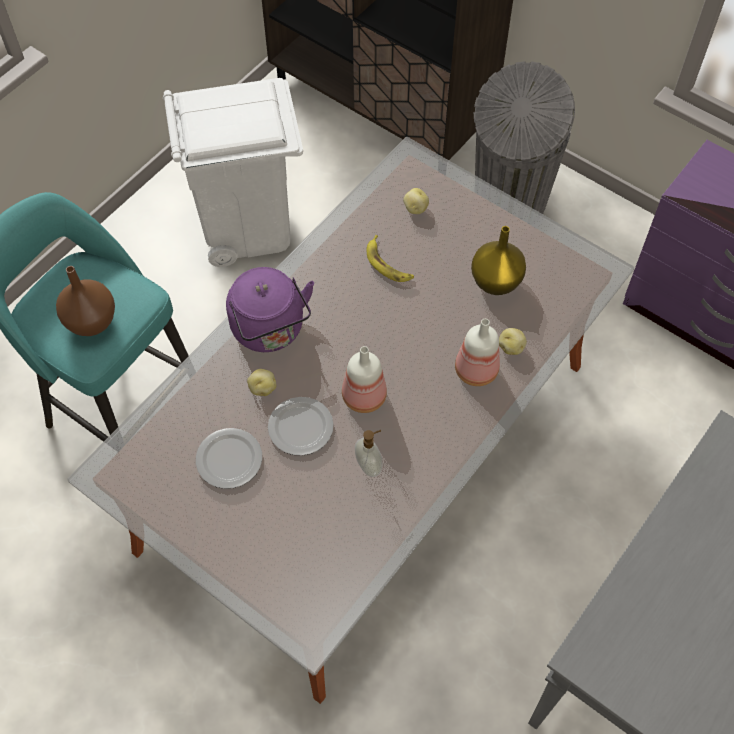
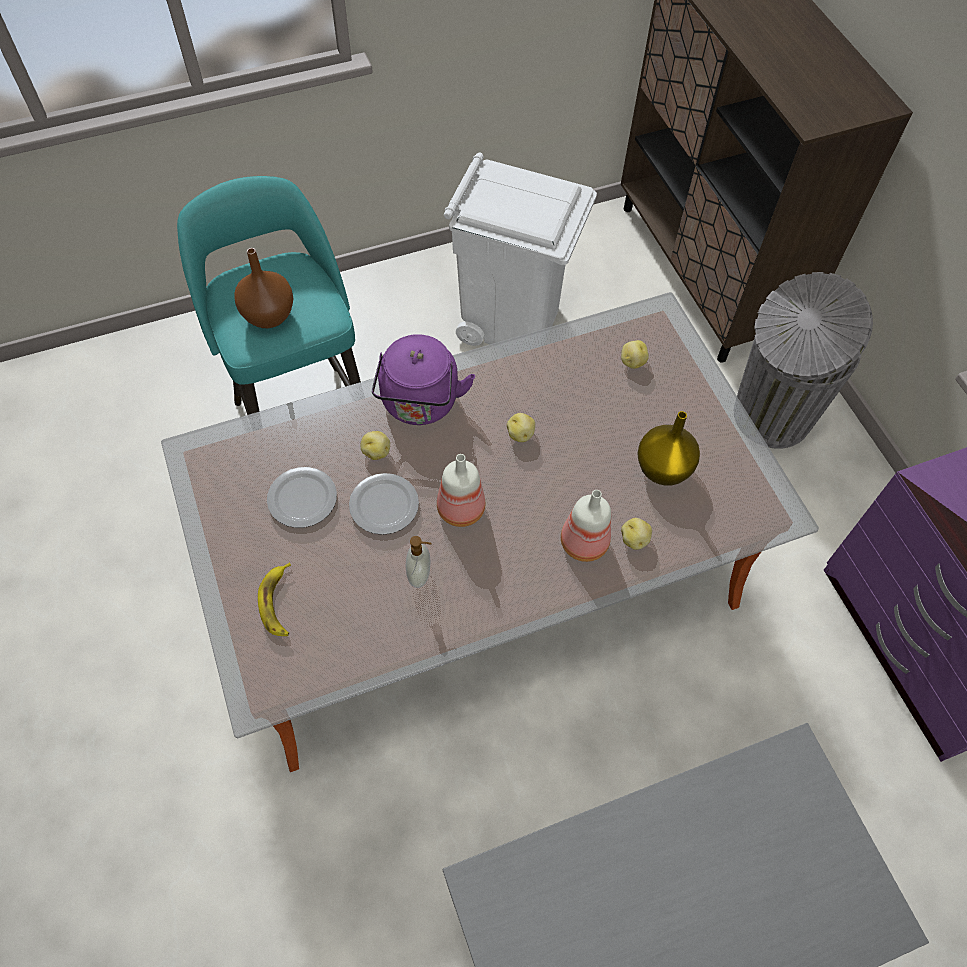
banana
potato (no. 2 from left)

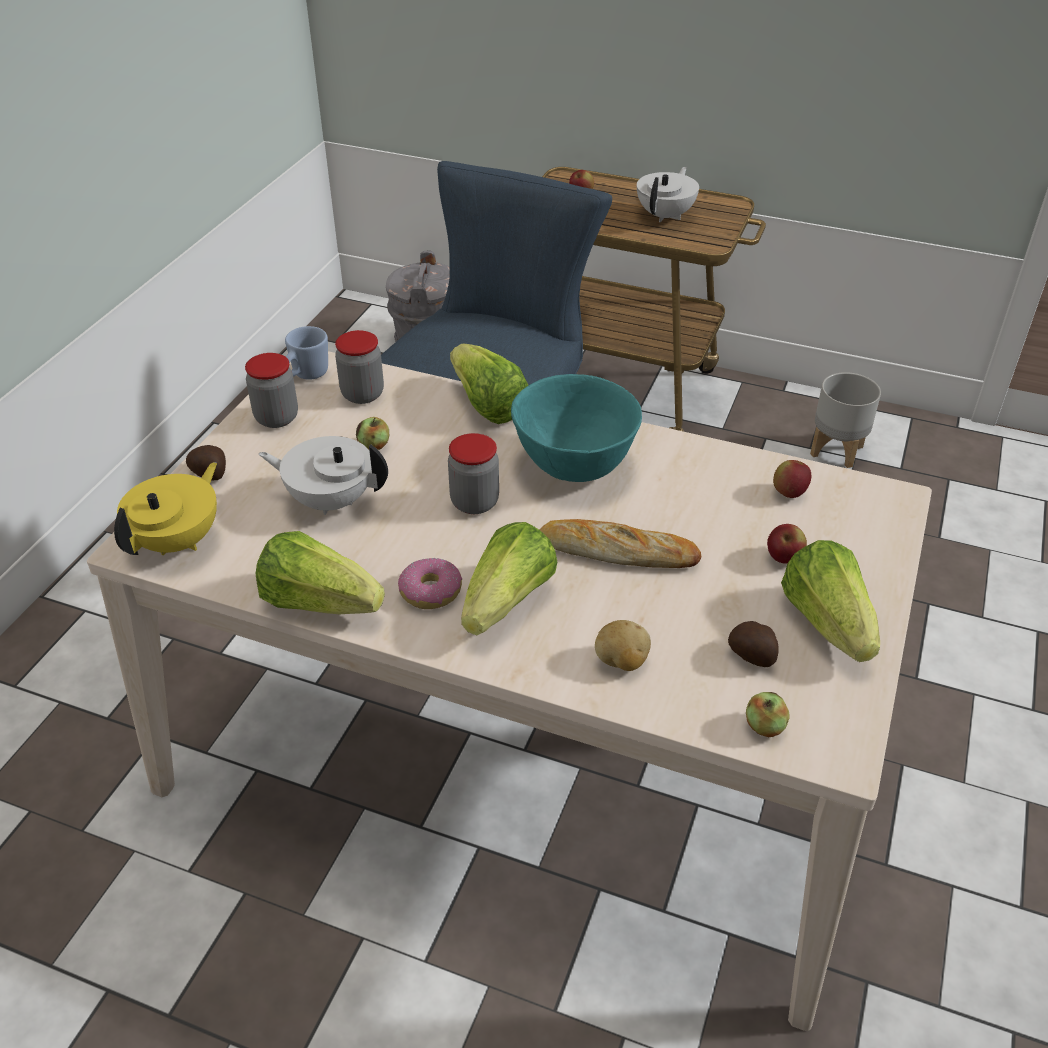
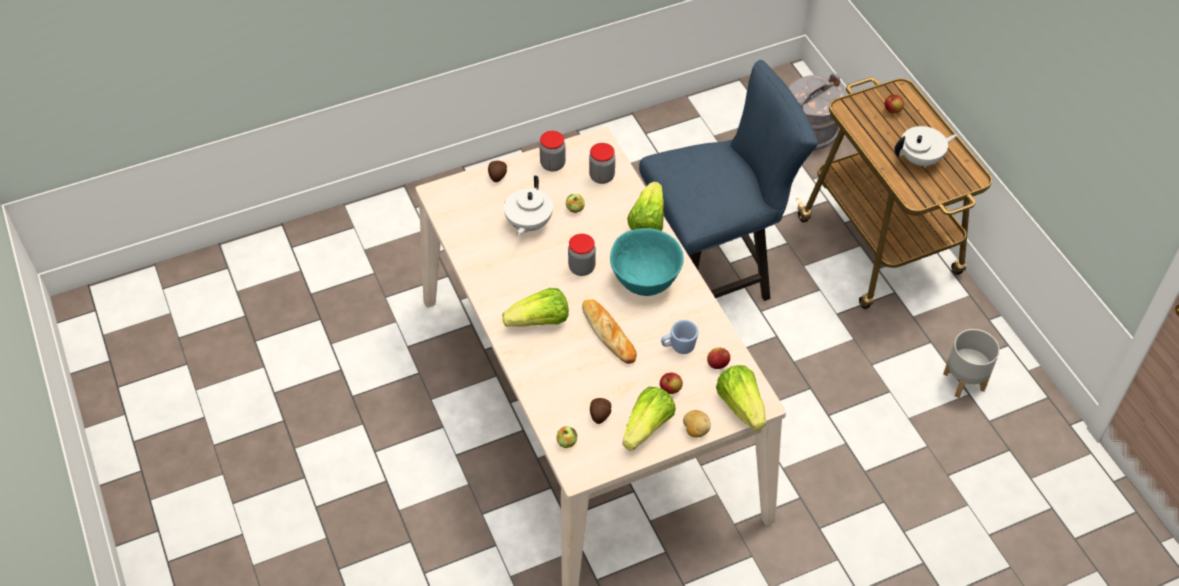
blue_mug
white_teapot (no. 1 from left)
yellow_teapot
lettuce (no. 4 from left)
donut
potato (no. 3 from left)

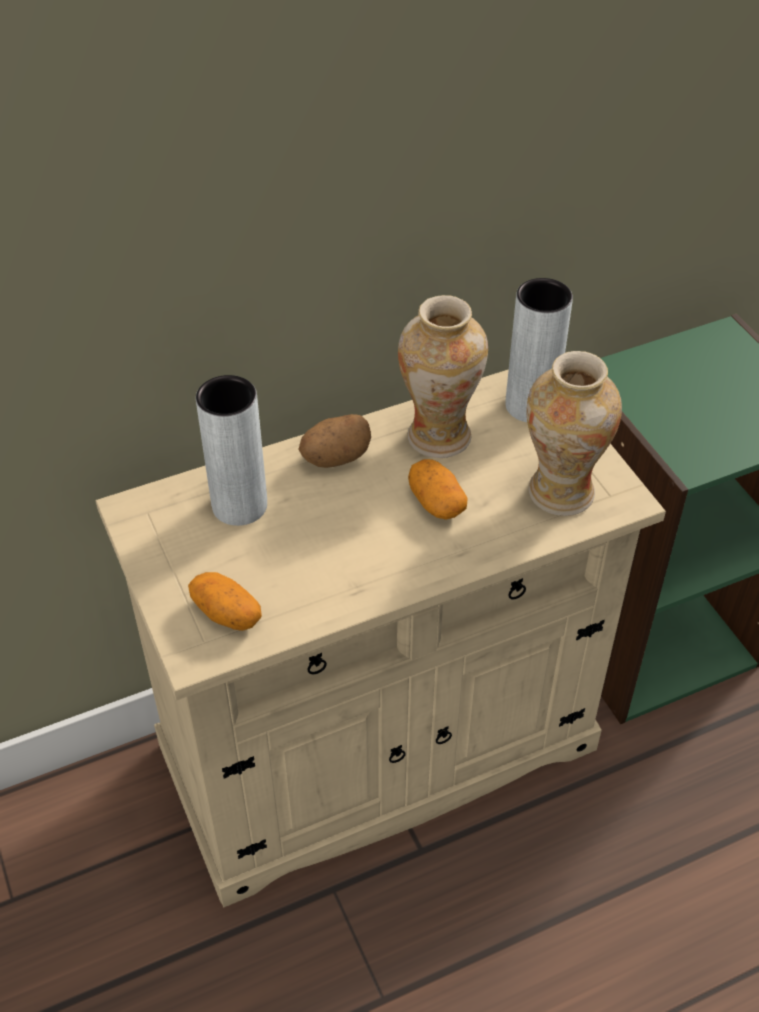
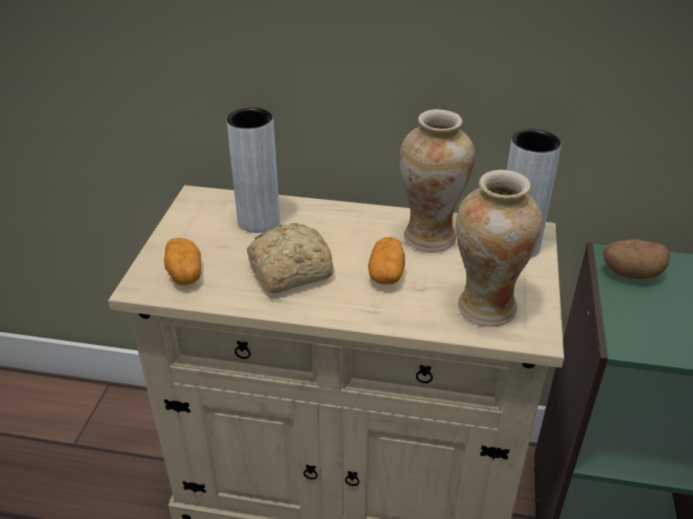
potato (no. 3 from left)
bread

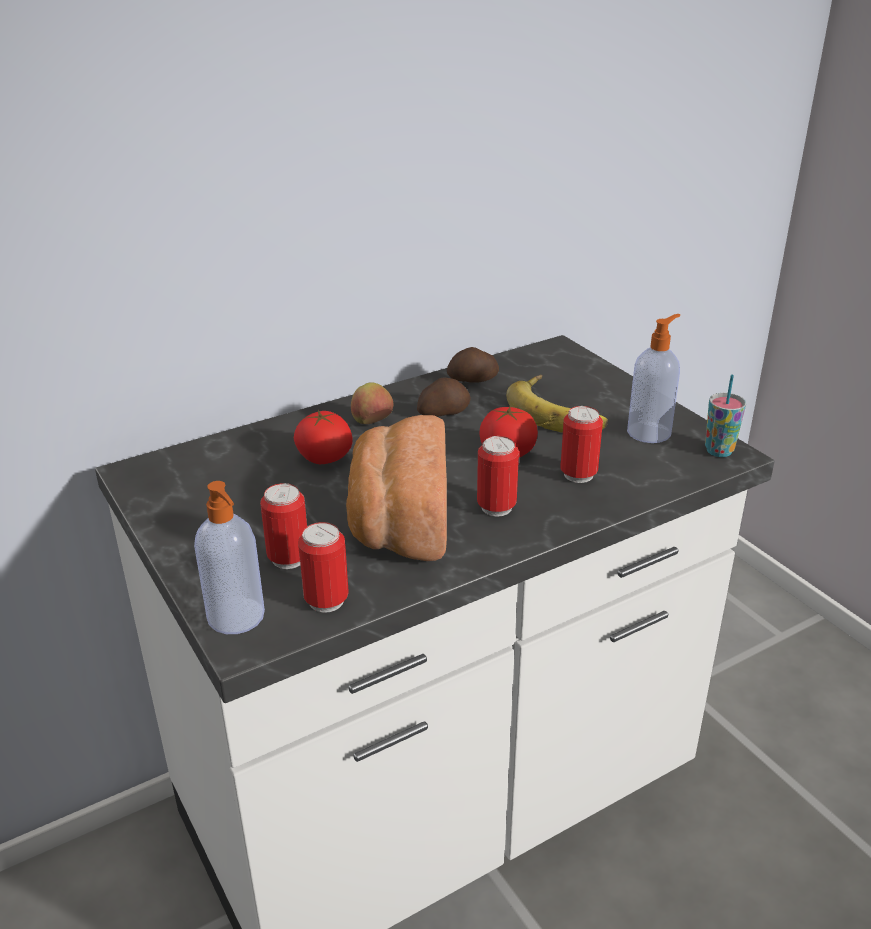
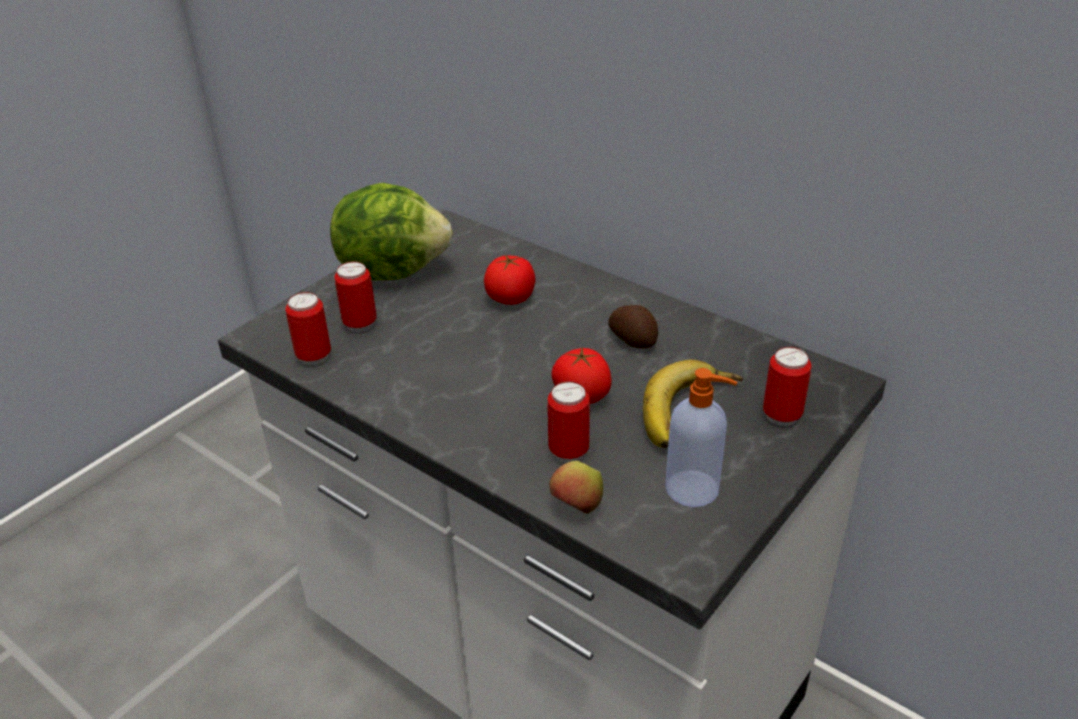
potato (no. 2 from left in the first image)
cup
apple
bread
can (no. 4 from left)
soap_dispenser (no. 1 from left in the first image)
lettuce

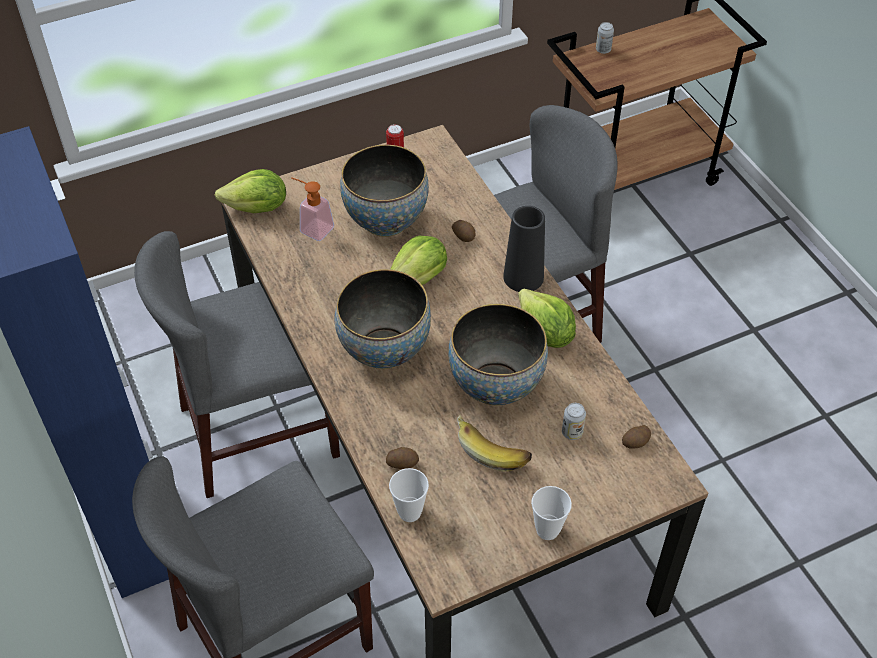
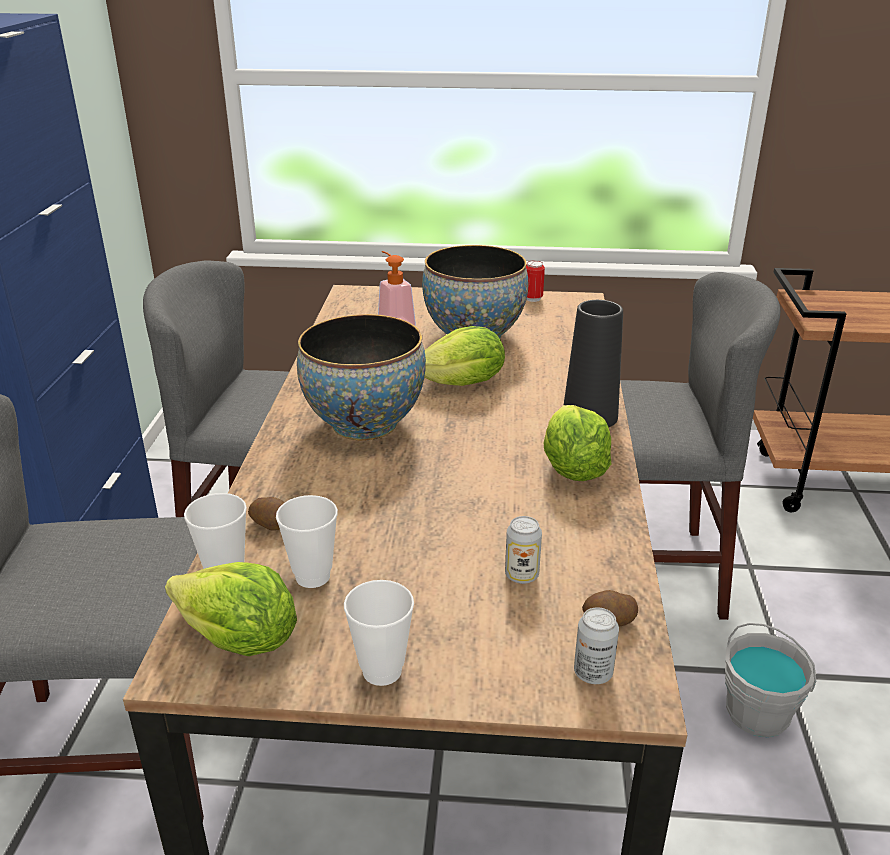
can (no. 3 from left)
lettuce (no. 1 from left)
potato (no. 2 from left in the first image)
bowl (no. 3 from left in the first image)
banana
cup (no. 2 from left)
grey_bucket

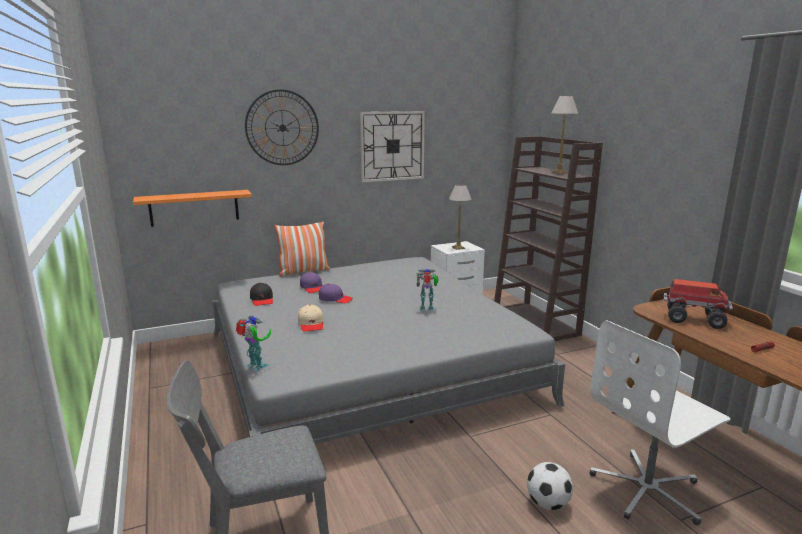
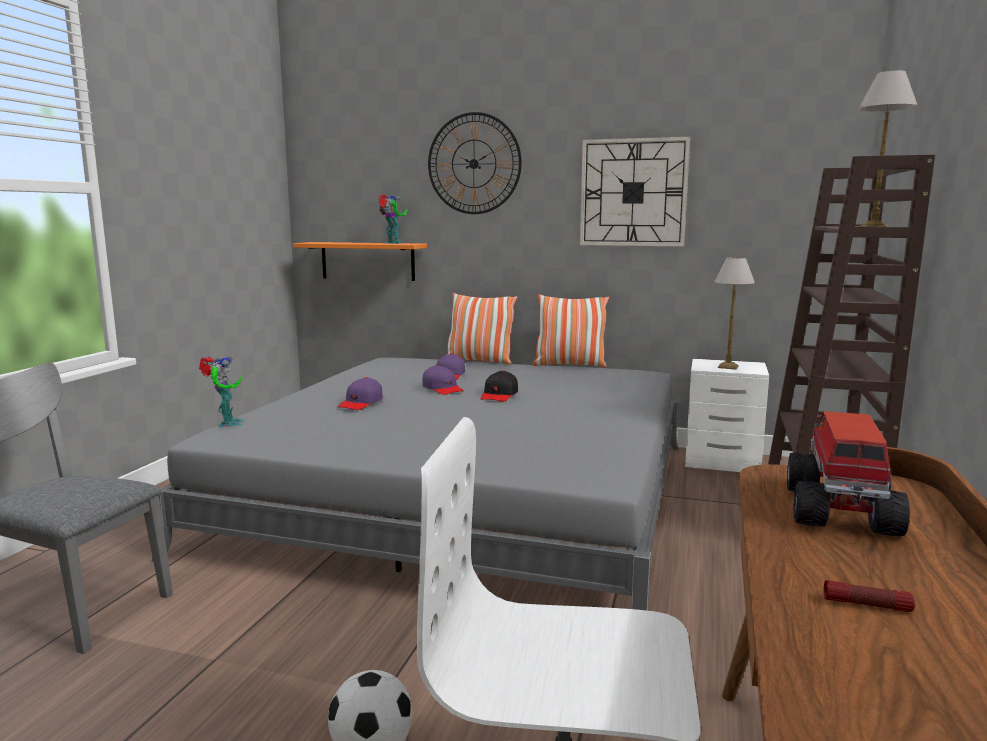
toy_robot (no. 2 from left)
toy_truck
black_cap
purple_cap (no. 1 from left)
pillow (no. 2 from left)

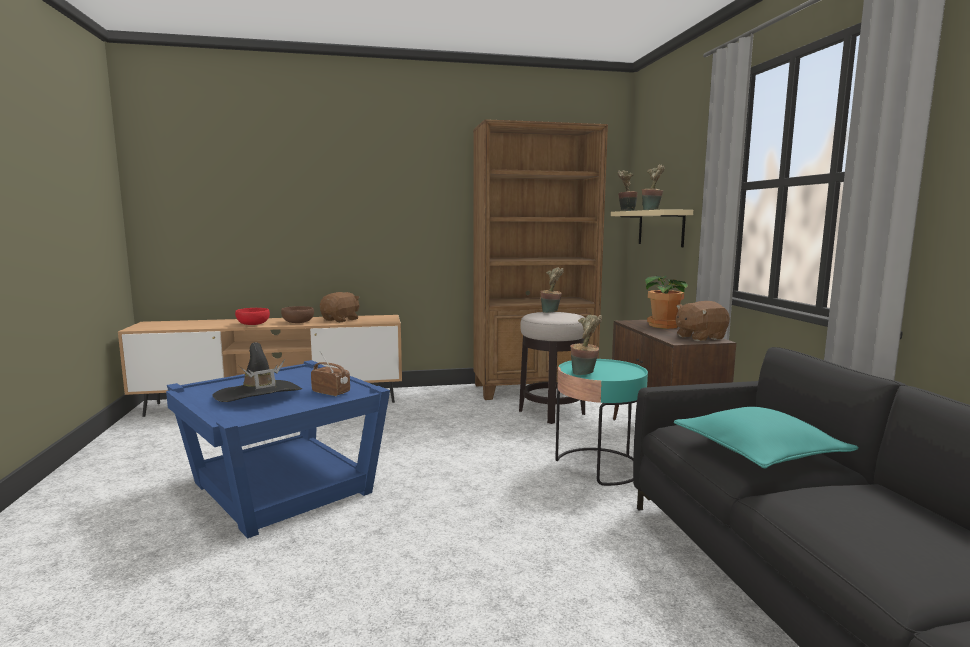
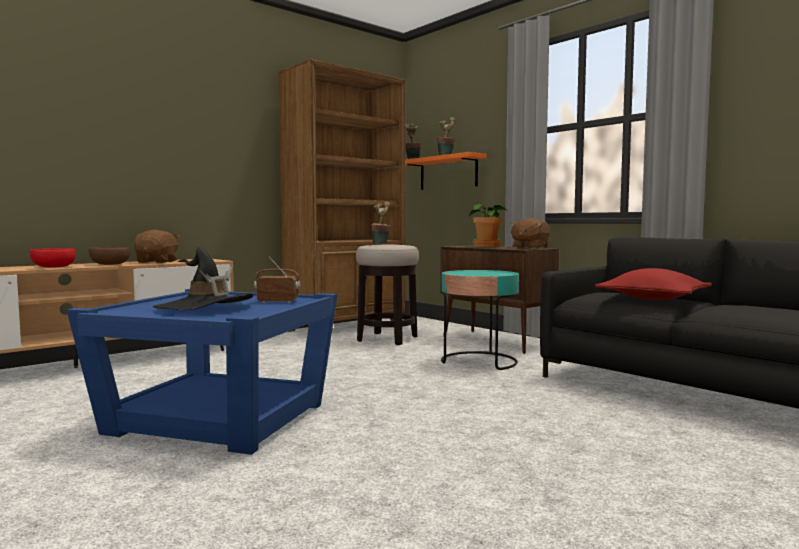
orange_shelf
potted_plant (no. 2 from left in the first image)
red_pillow

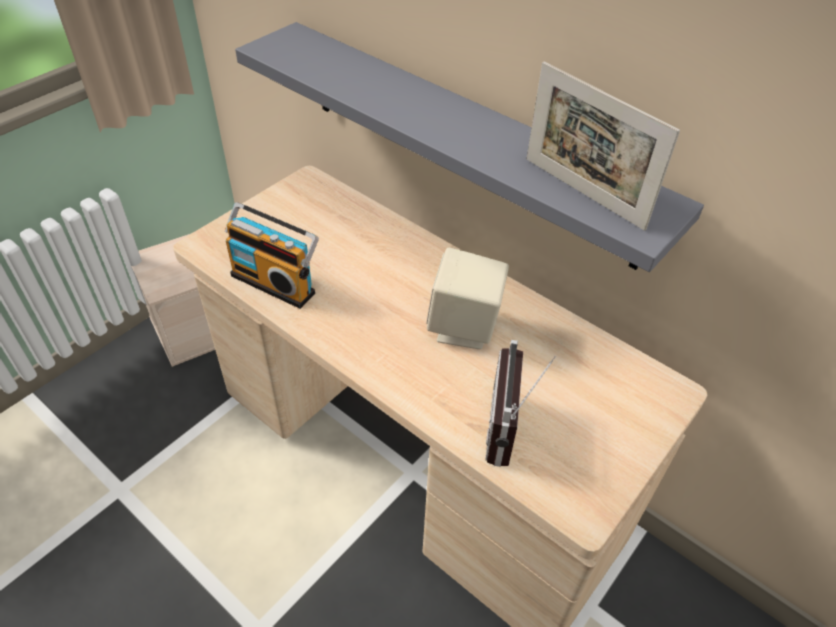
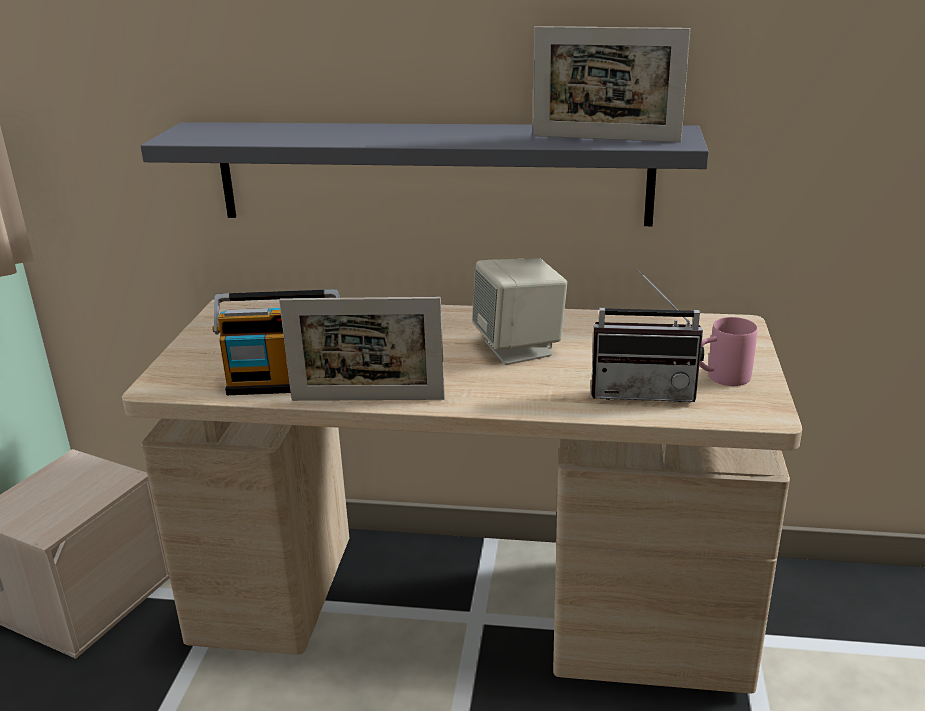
radio (no. 2 from left)
picture_frame (no. 1 from left)
pink_mug

